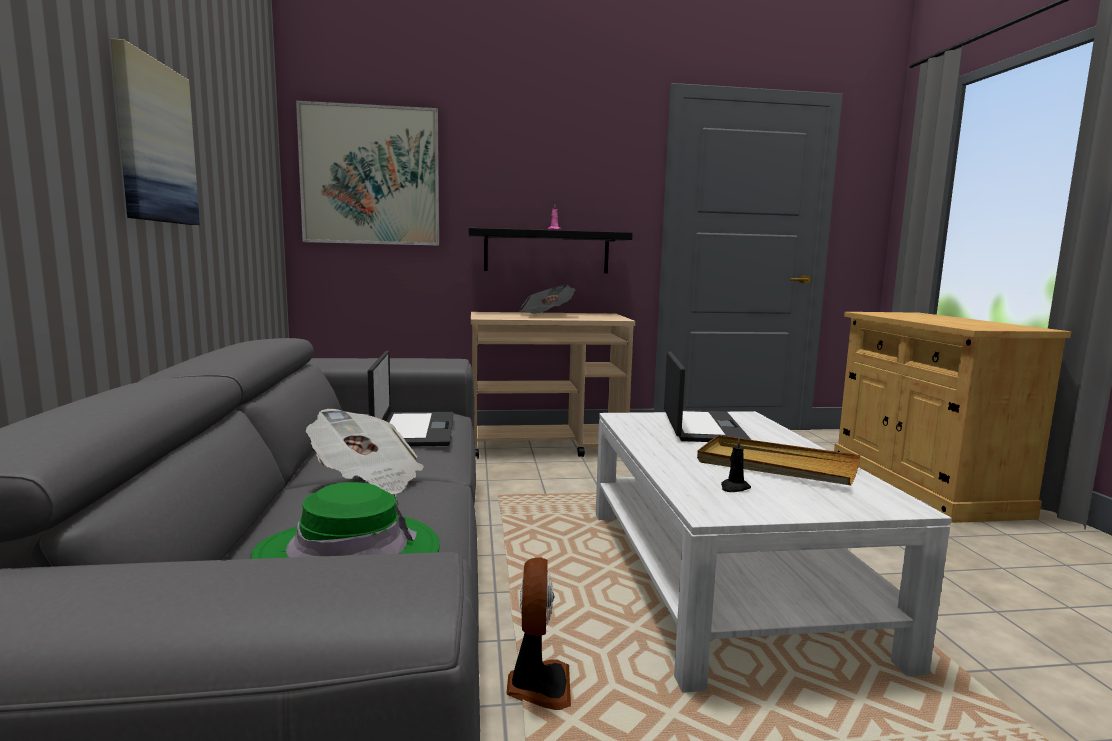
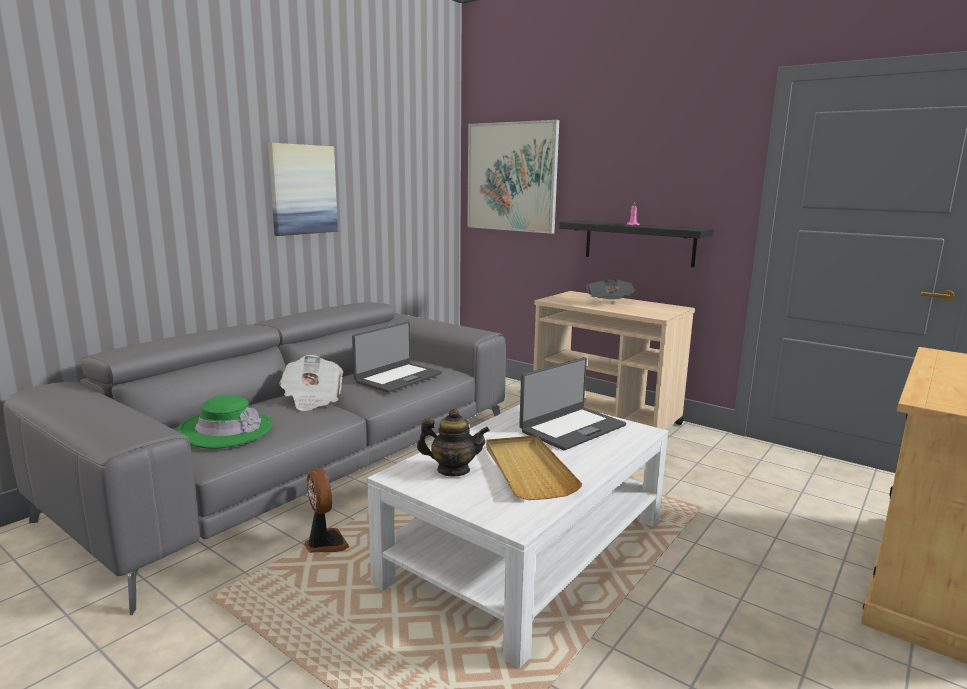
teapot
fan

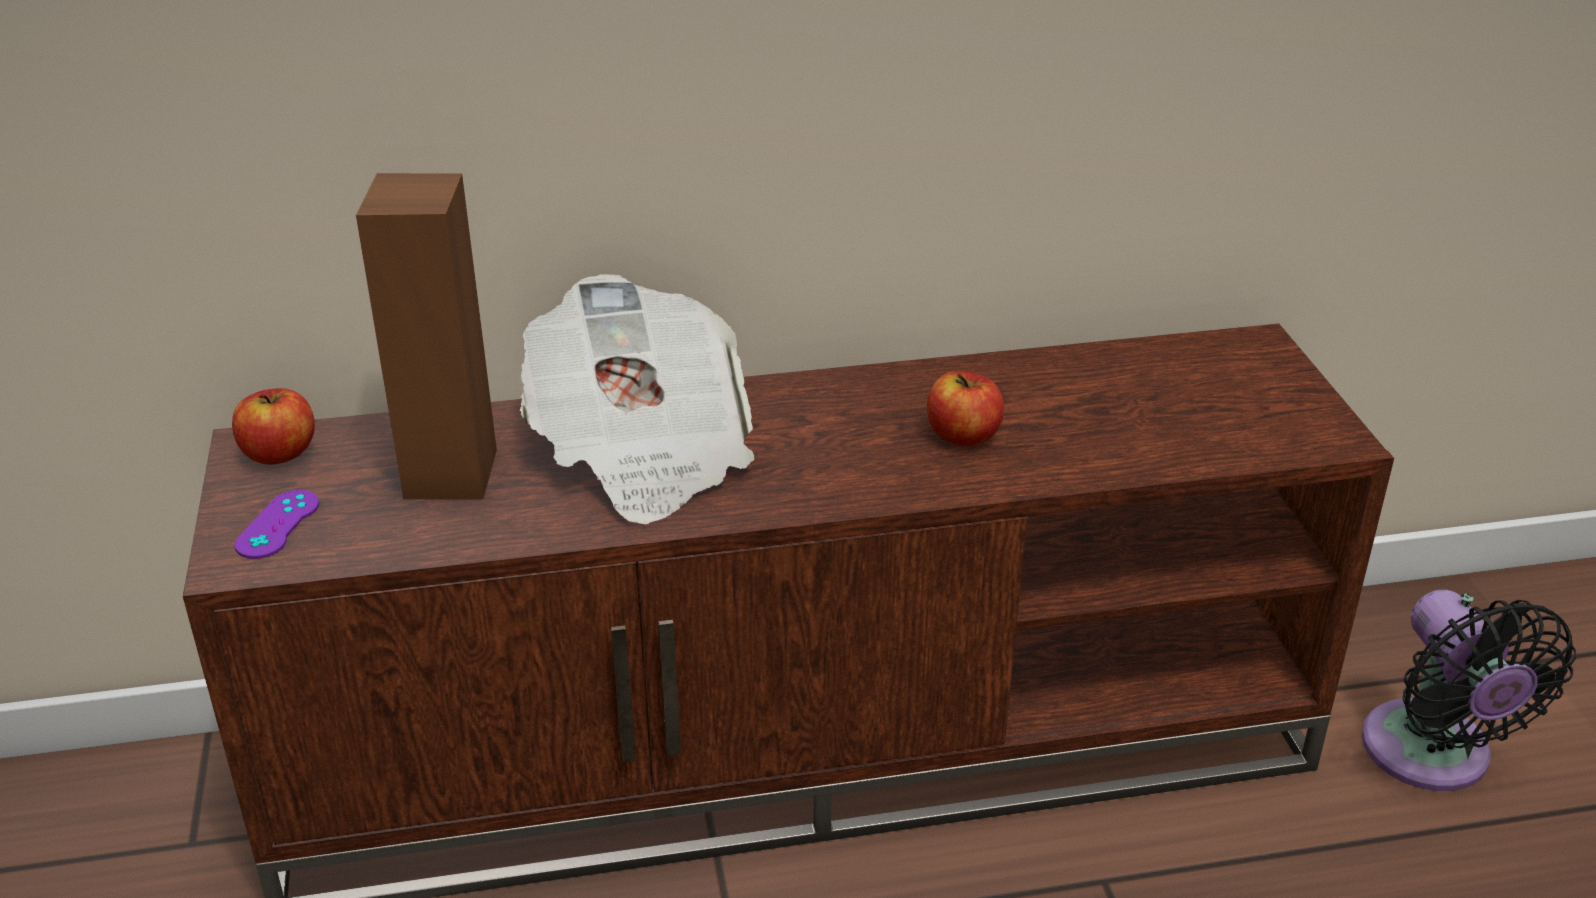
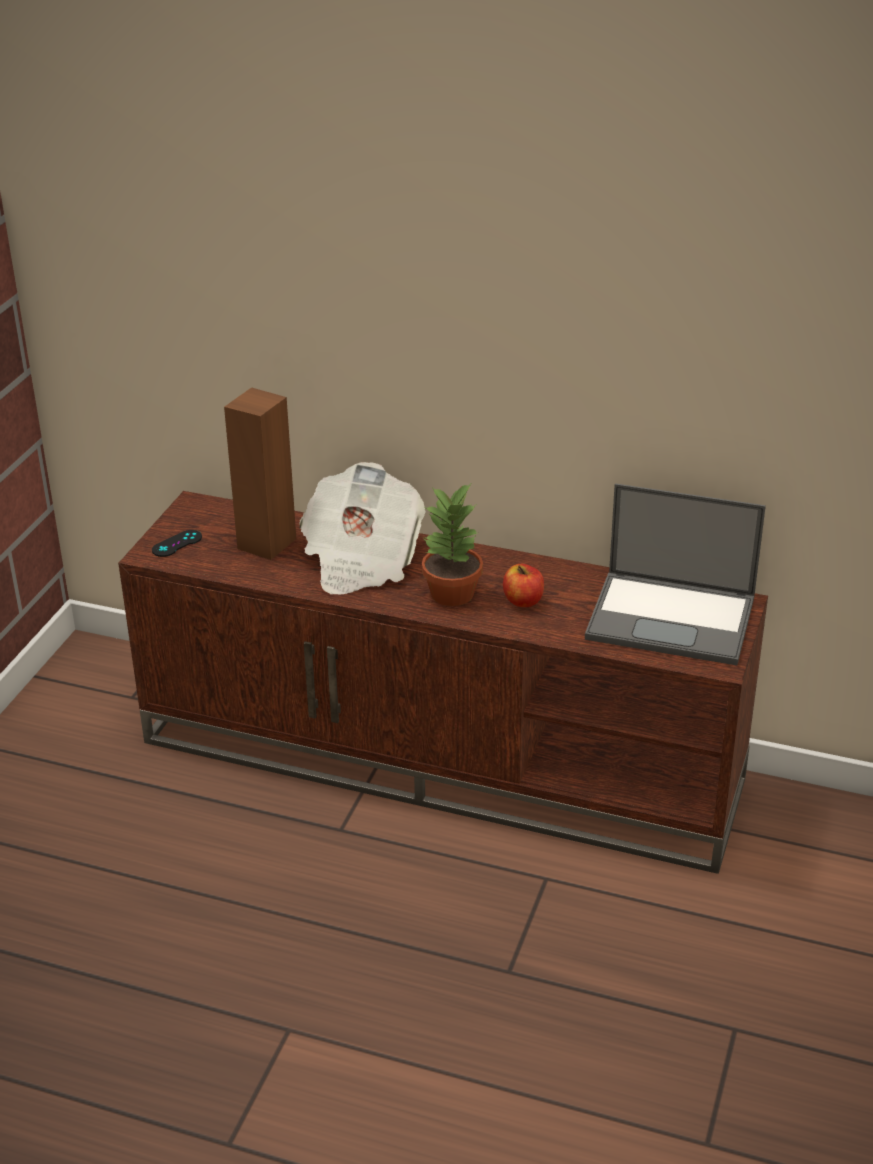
apple (no. 1 from left in the first image)
black_game_controller
black_fan
laptop
potted_plant

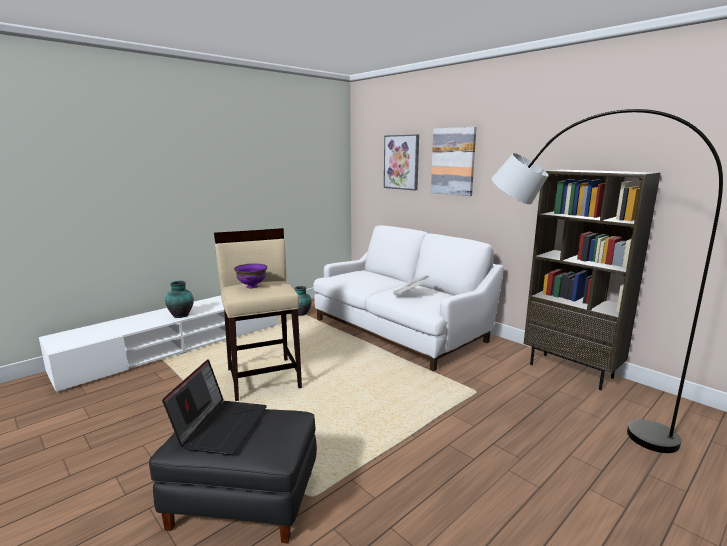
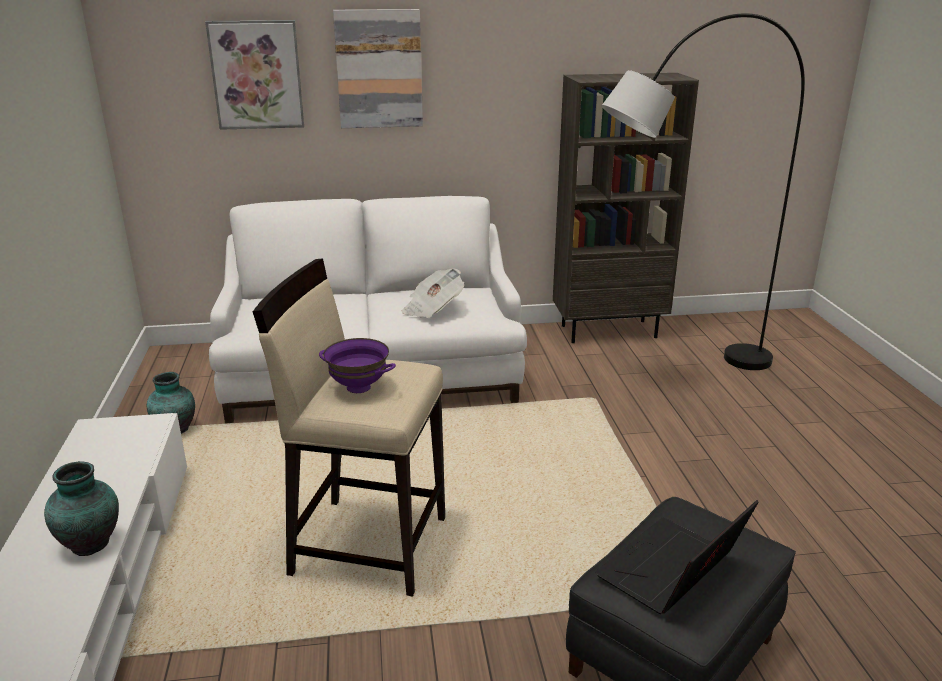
laptop

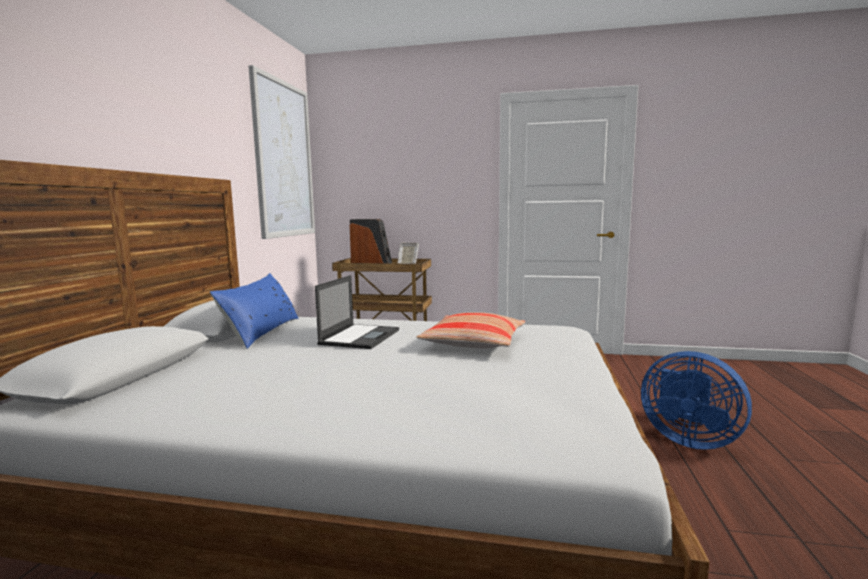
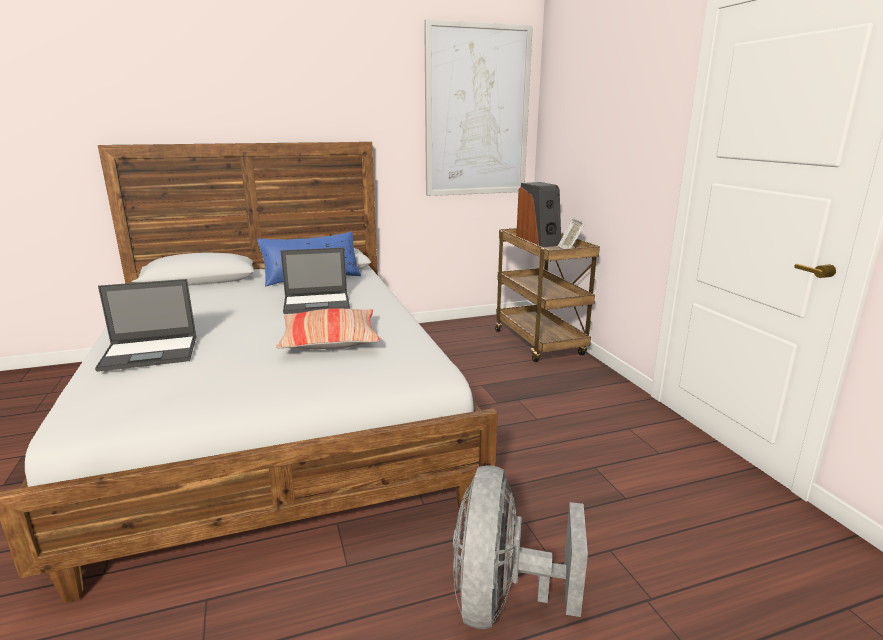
grey_fan
laptop (no. 1 from left)

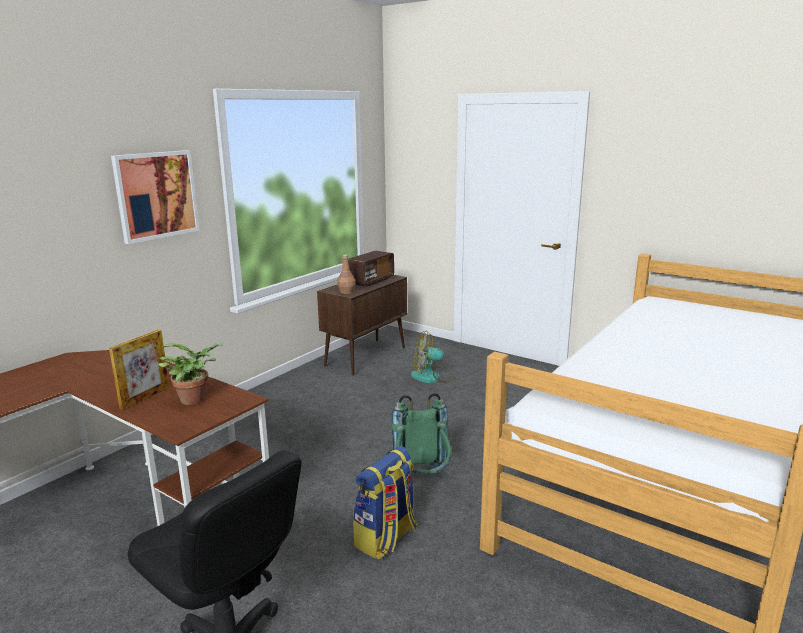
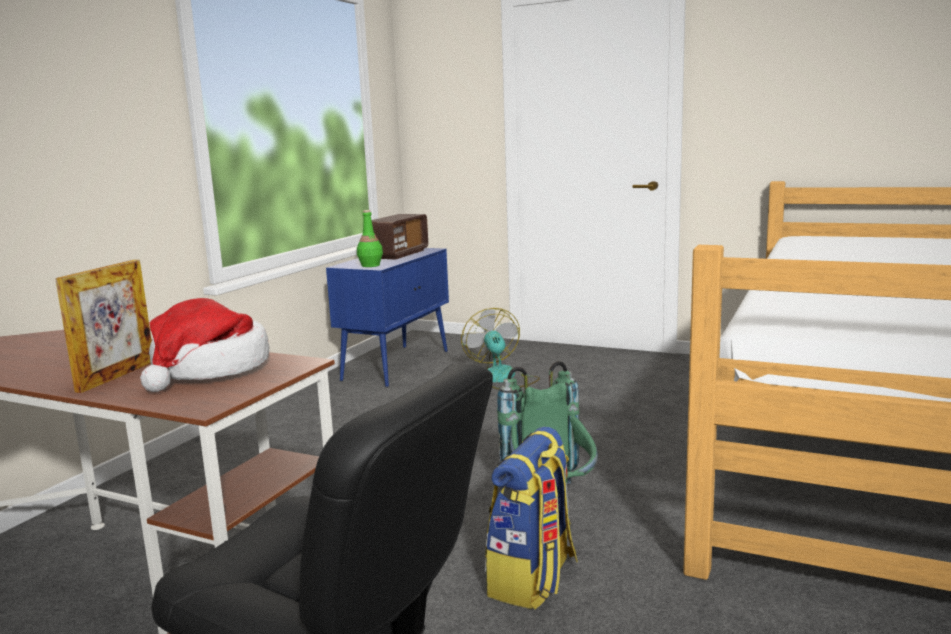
picture
green_bottle
blue_cabinet
fan
hat

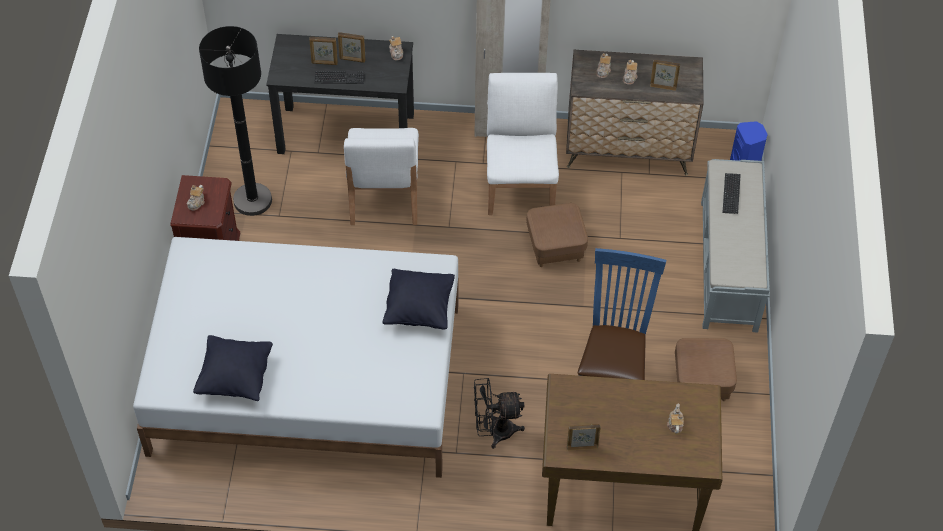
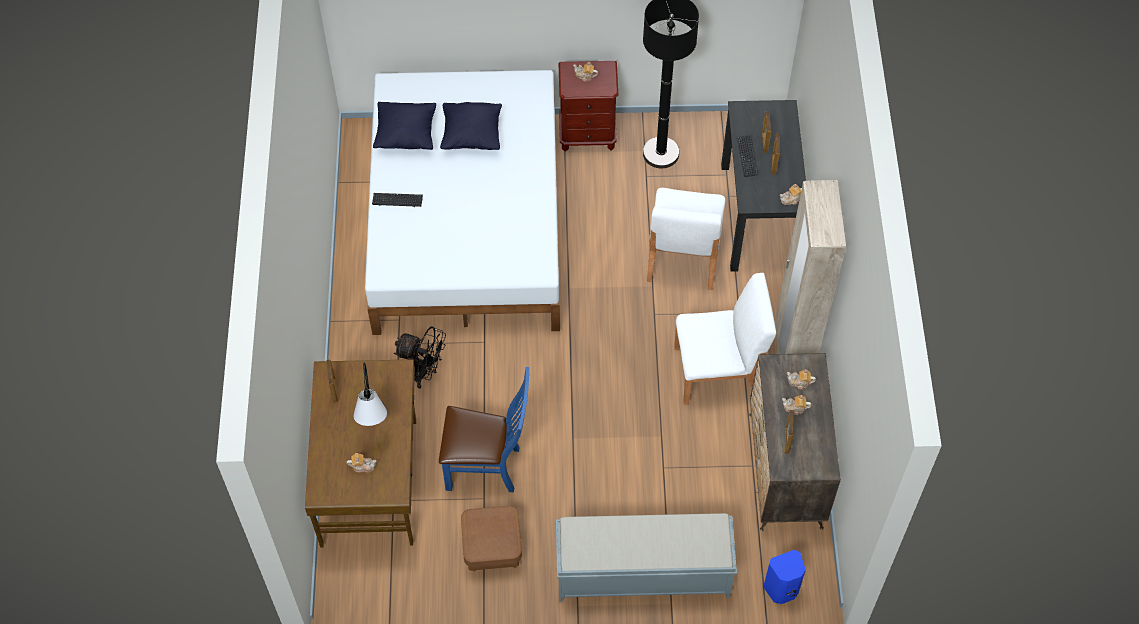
white_chair (no. 1 from left)
keyboard (no. 1 from left)
brown_ottoman (no. 1 from left in the first image)
black_pillow (no. 2 from left)
black_fan
table_lamp

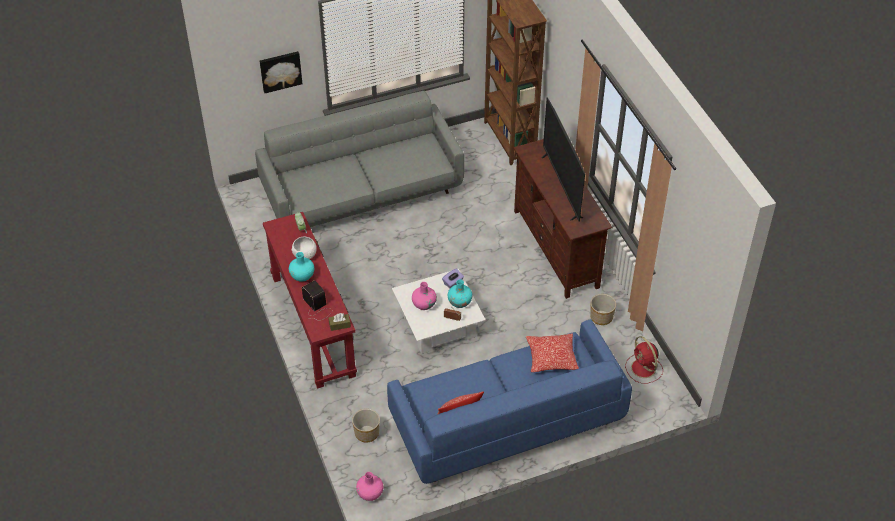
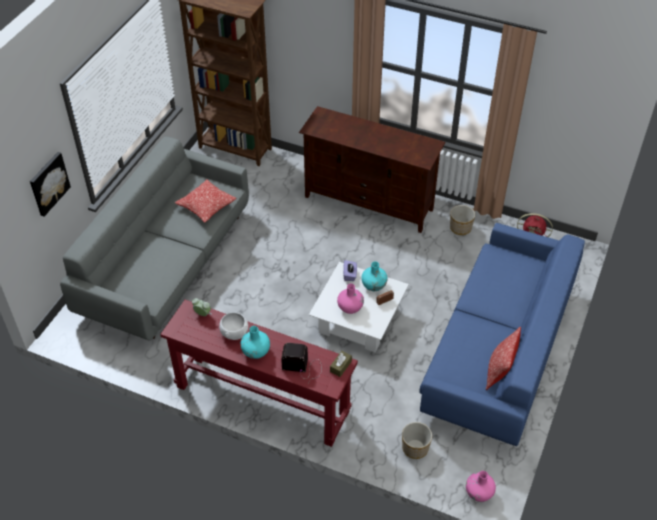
television
pillow (no. 1 from left)

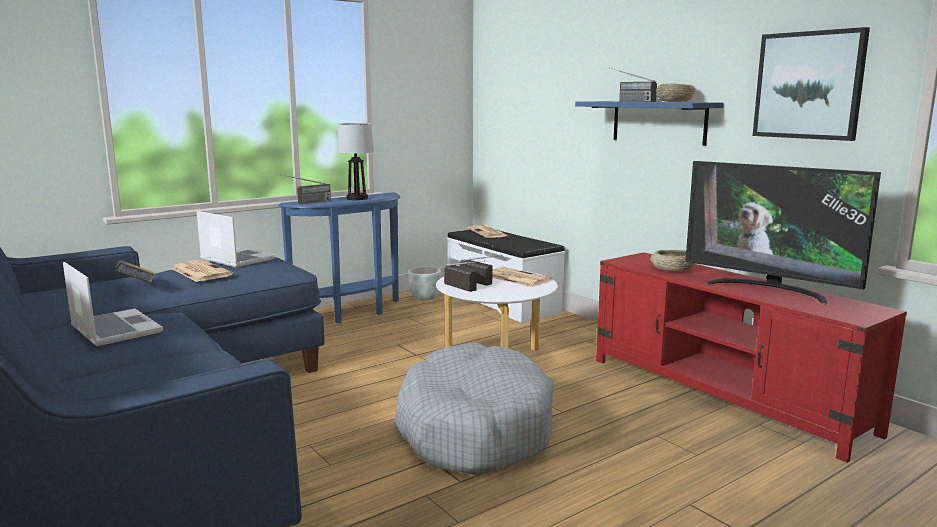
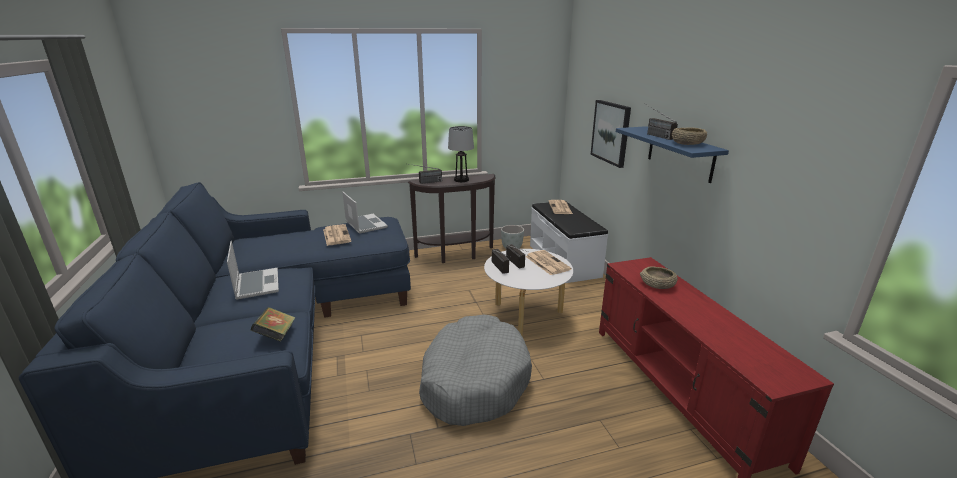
picture
television
brown_console_table
book

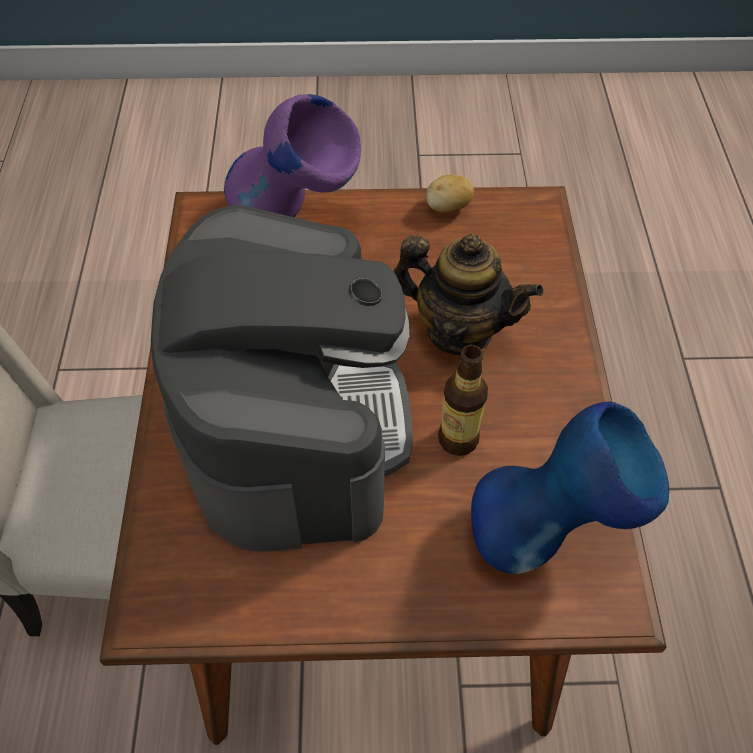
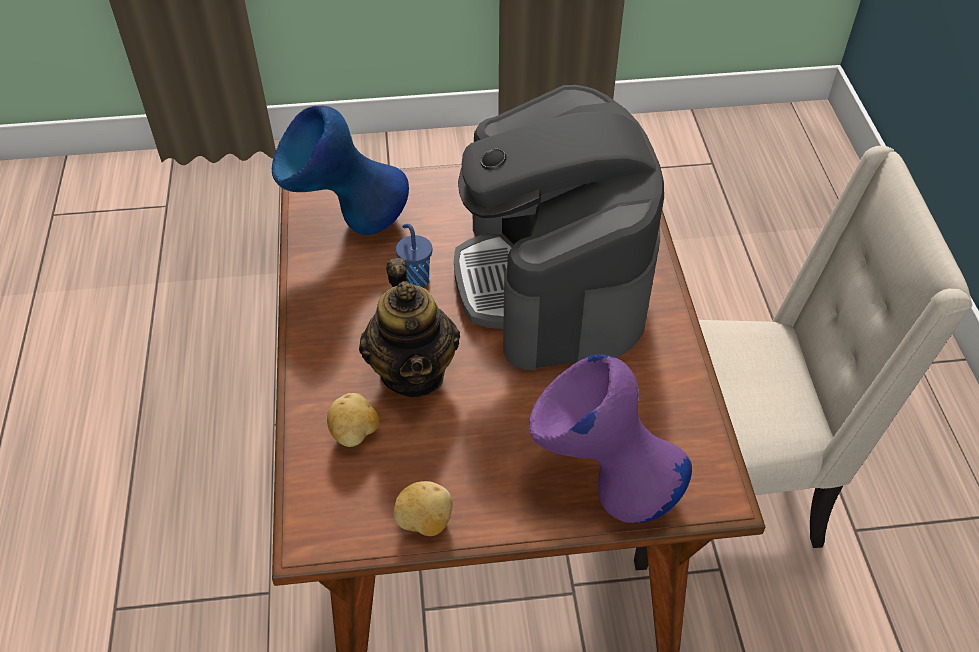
teapot
blue_cup
potato (no. 1 from left)

